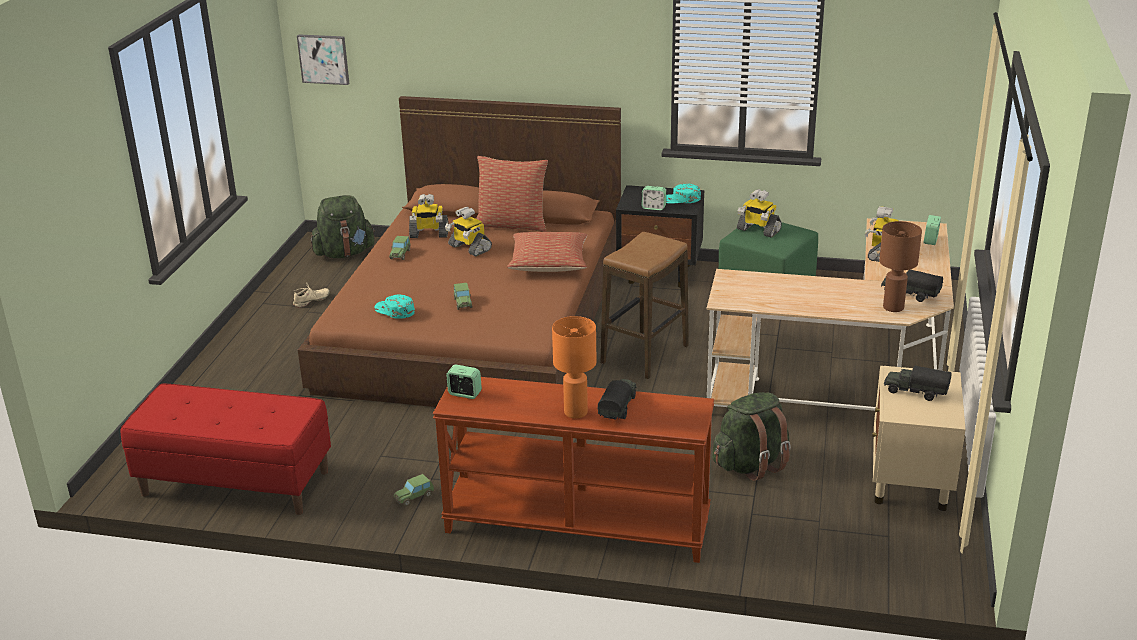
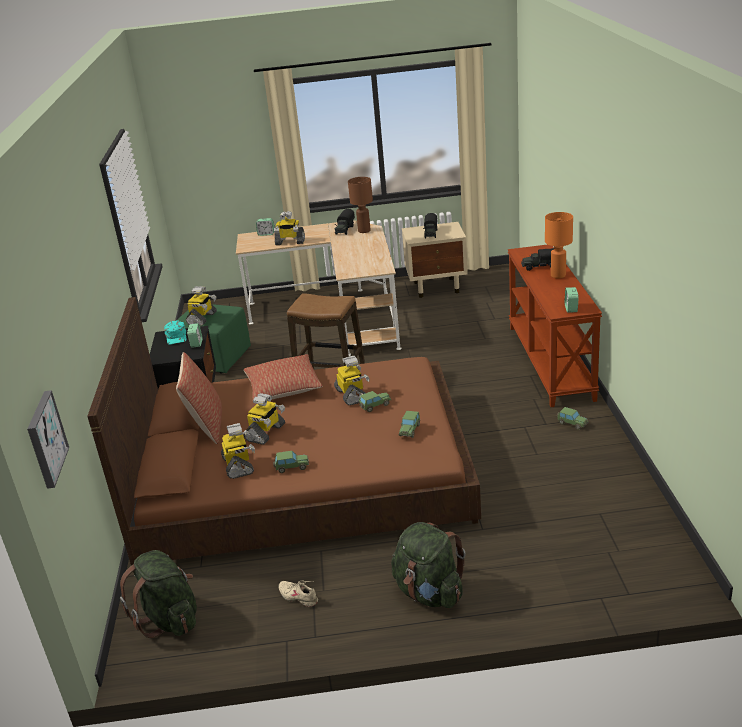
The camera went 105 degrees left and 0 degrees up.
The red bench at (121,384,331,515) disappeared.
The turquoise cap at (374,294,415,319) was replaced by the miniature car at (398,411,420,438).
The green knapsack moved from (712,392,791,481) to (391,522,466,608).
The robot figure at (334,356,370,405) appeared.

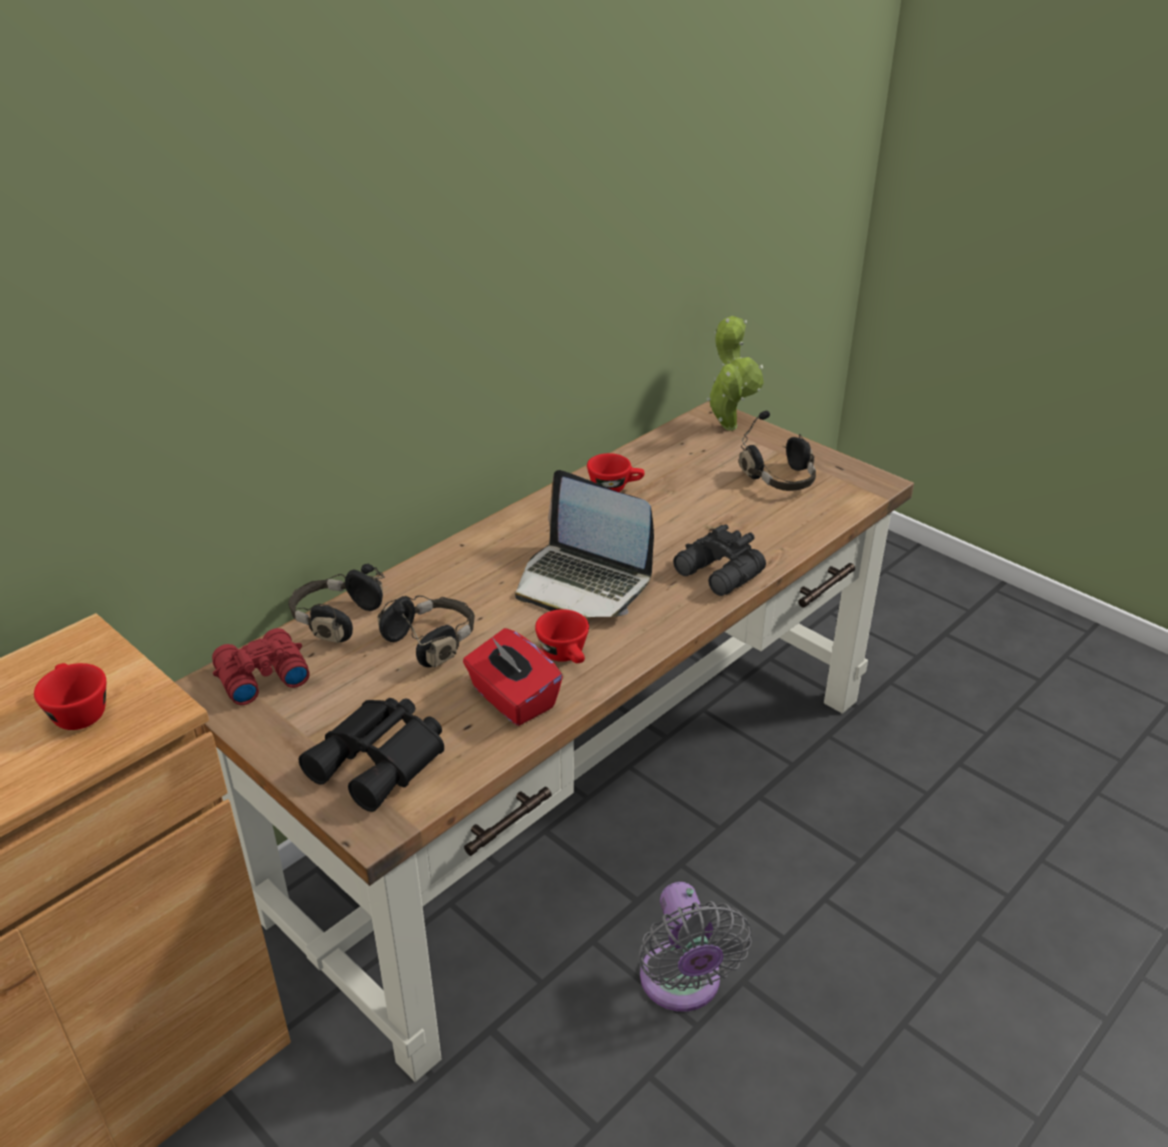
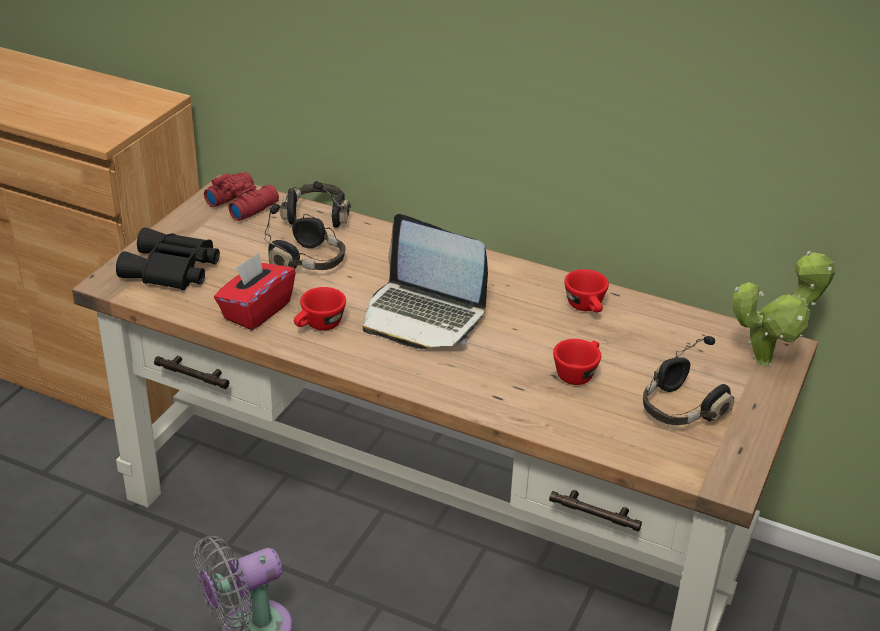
The camera went 70 degrees right and 0 degrees up.
The red cup moved from (34,663,106,730) to (553,339,601,385).
The notebook computer at (515,470,654,618) turned 75 degrees counterclockwise.
The black binoculars at (673,524,766,596) disappeared.

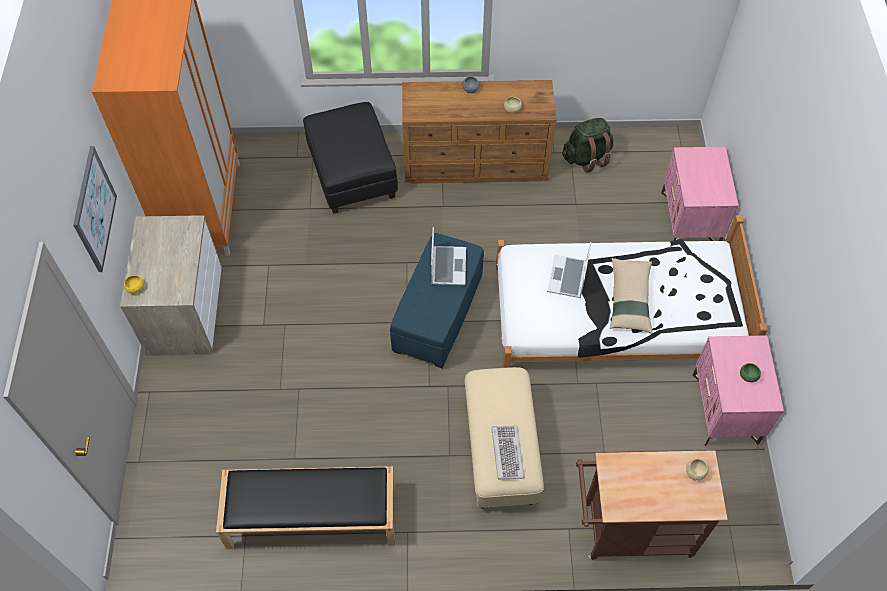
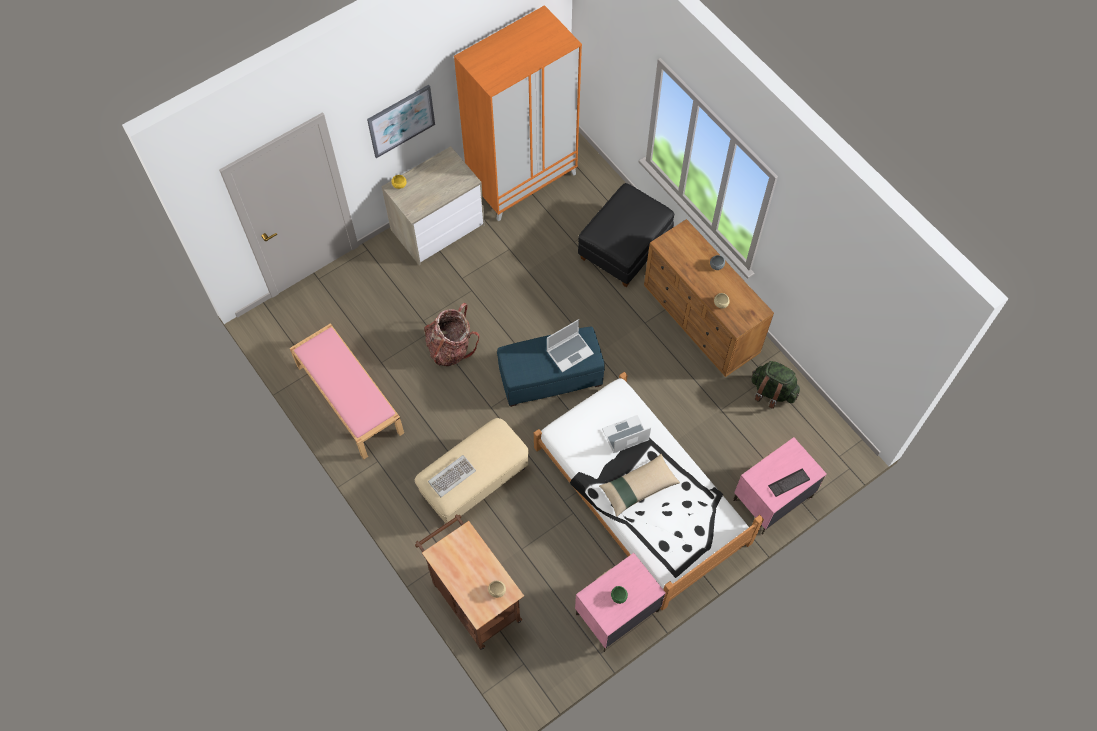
The camera went 55 degrees right and 5 degrees up.
The black bench at (216,466,395,549) became the pink-coloured bench at (290,323,404,459).
The knapsack at (424,303,480,366) appeared.
The computer keyboard at (768,469,810,497) appeared.

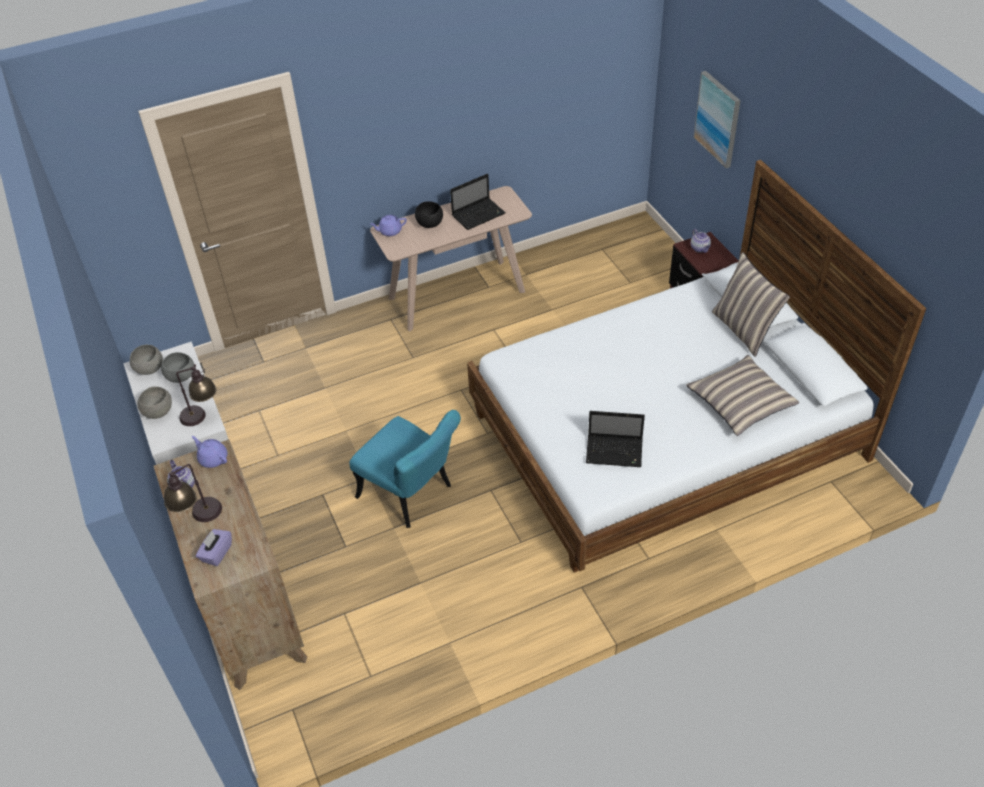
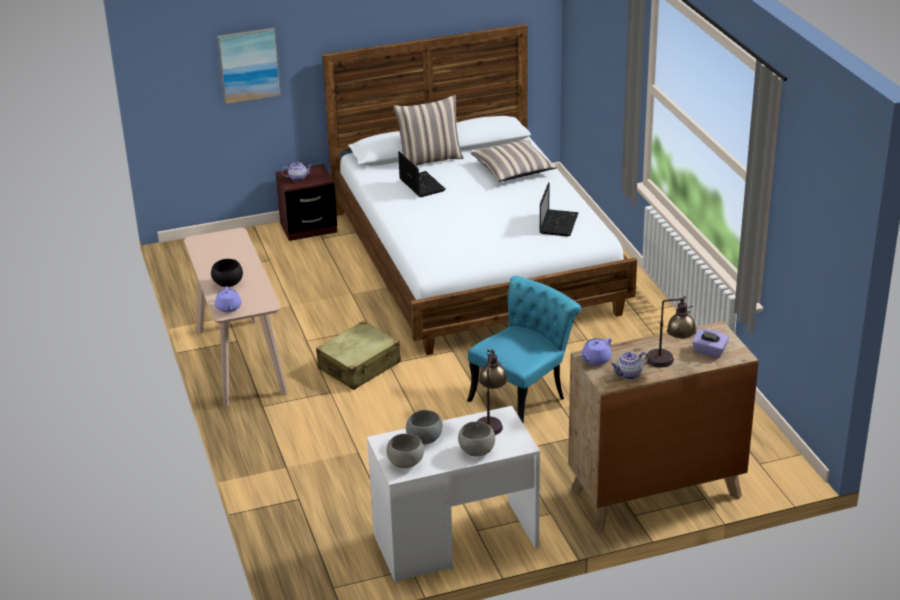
The camera went 85 degrees left and 15 degrees down.
The notebook computer moved from (450,174,506,230) to (398,151,445,197).
The sand-coloured suitcase at (316,321,401,390) appeared.

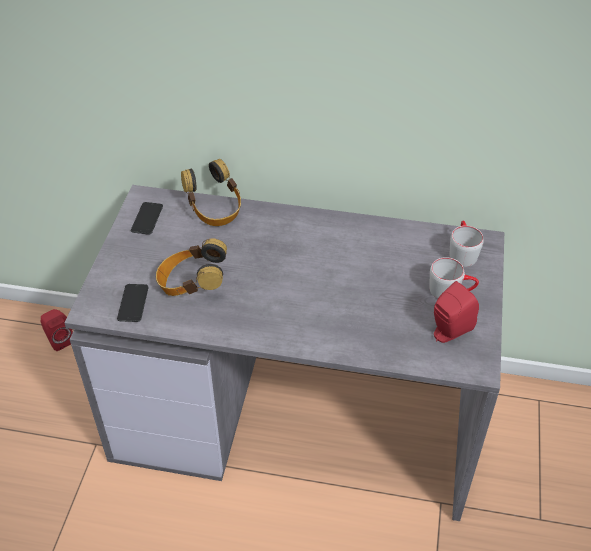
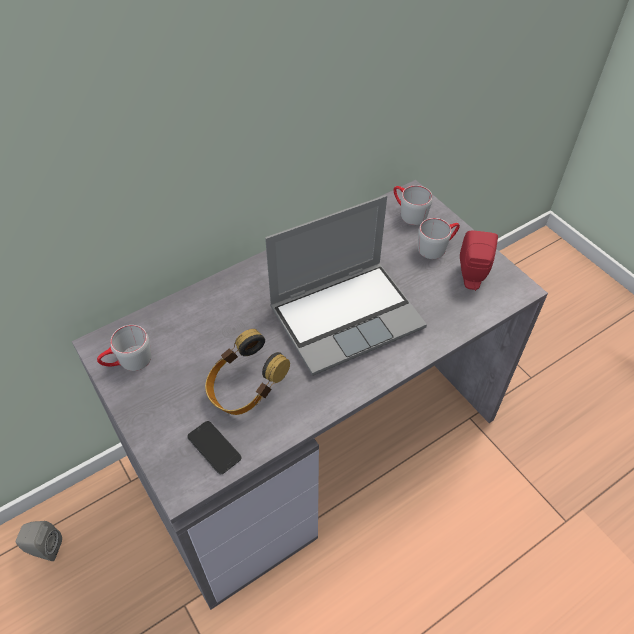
The camera went 45 degrees left and 5 degrees up.
The red loudspeaker at (41,309,73,351) became the gray loudspeaker at (16,521,62,561).
The phone at (131,202,163,235) was replaced by the gray mug at (97,325,151,371).
The headset at (181,159,241,226) disappeared.
The notebook computer at (265,195,427,376) appeared.

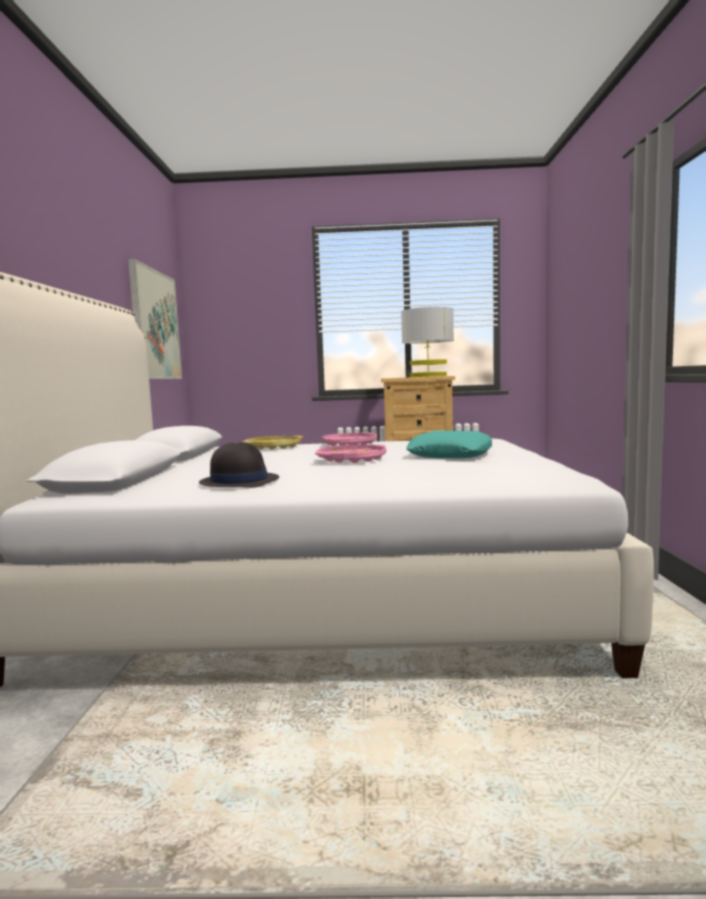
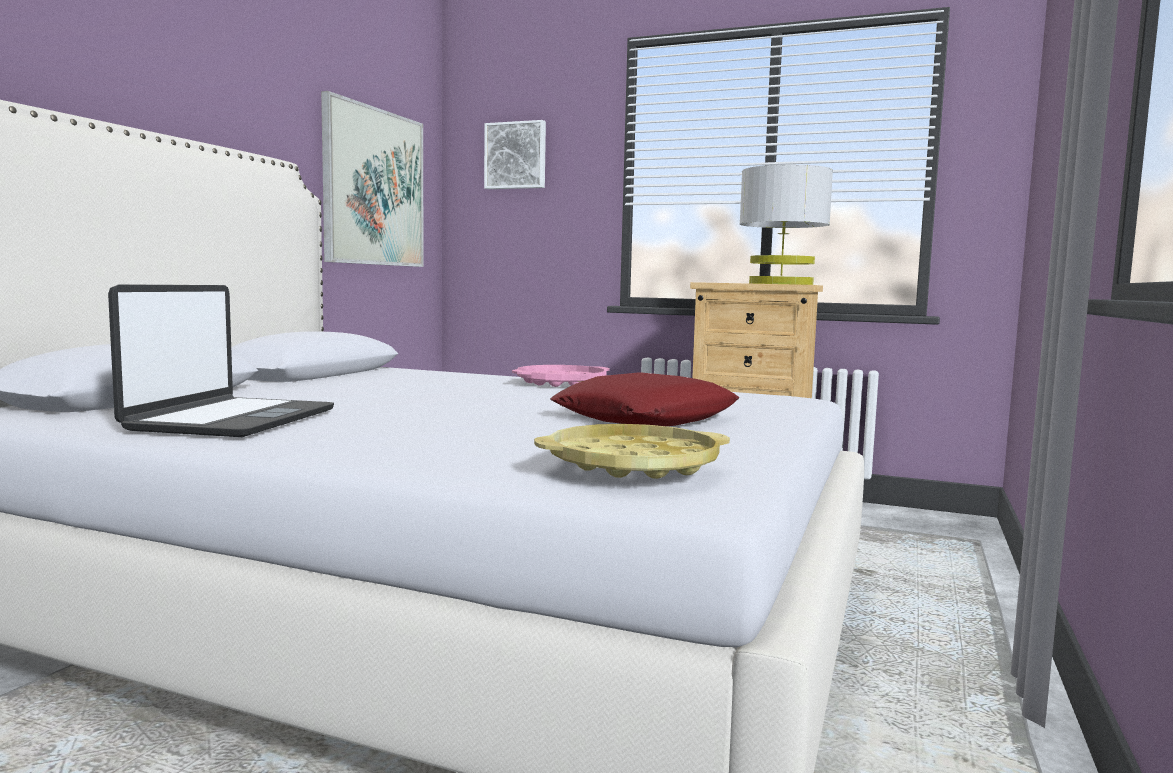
The camera went 20 degrees right and 0 degrees up.
The black wearable hat at (199,442,279,488) was replaced by the notebook computer at (108,284,334,437).
The yellow-coloured carrying tray moved from (242,436,303,450) to (534,424,730,479).
The pink-coloured carrying tray at (315,444,386,463) disappeared.
The turquoise throw pillow at (406,431,492,458) became the red throw pillow at (550,372,739,426).
The wall picture at (484,120,546,189) appeared.

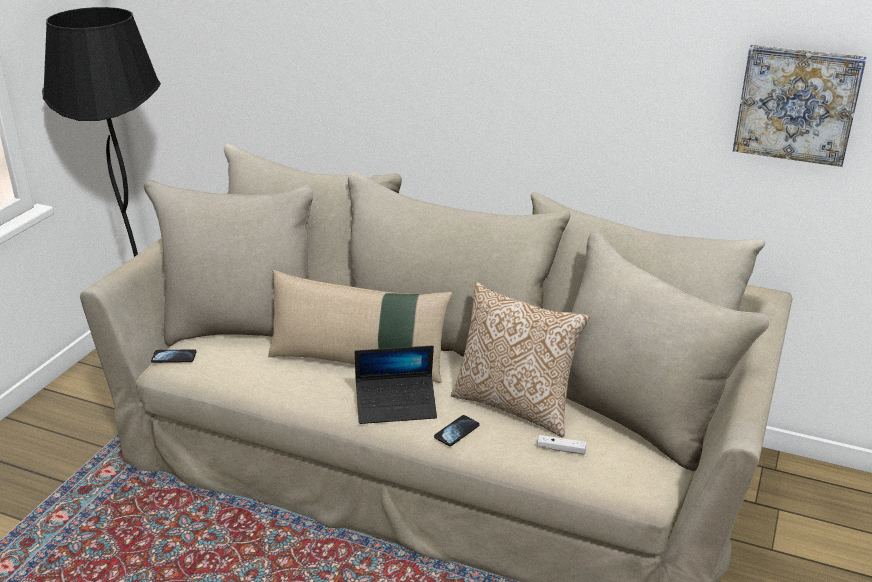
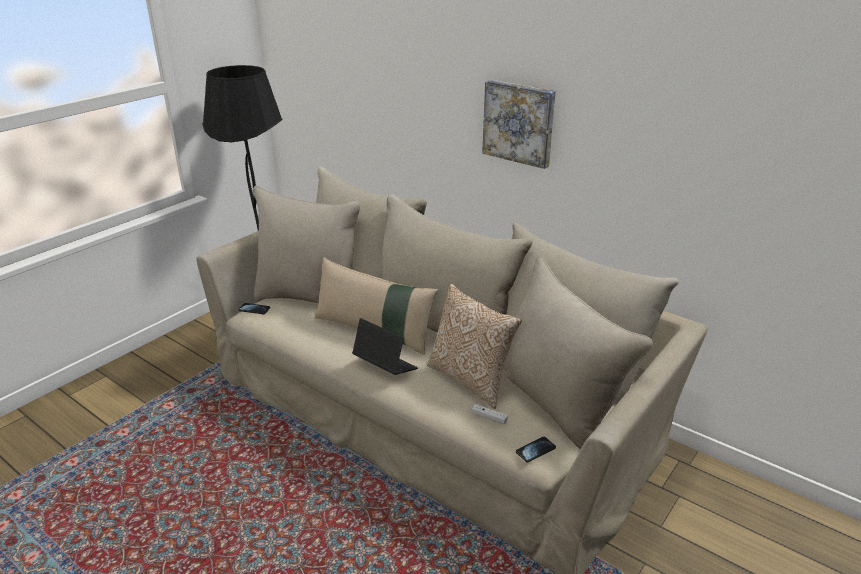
The camera went 15 degrees right and 0 degrees up.
The notebook computer at (355,345,437,424) turned 150 degrees counterclockwise.
The phone moved from (434,415,480,446) to (516,437,556,462).
The wall picture moved from (733,45,866,167) to (482,79,556,169).

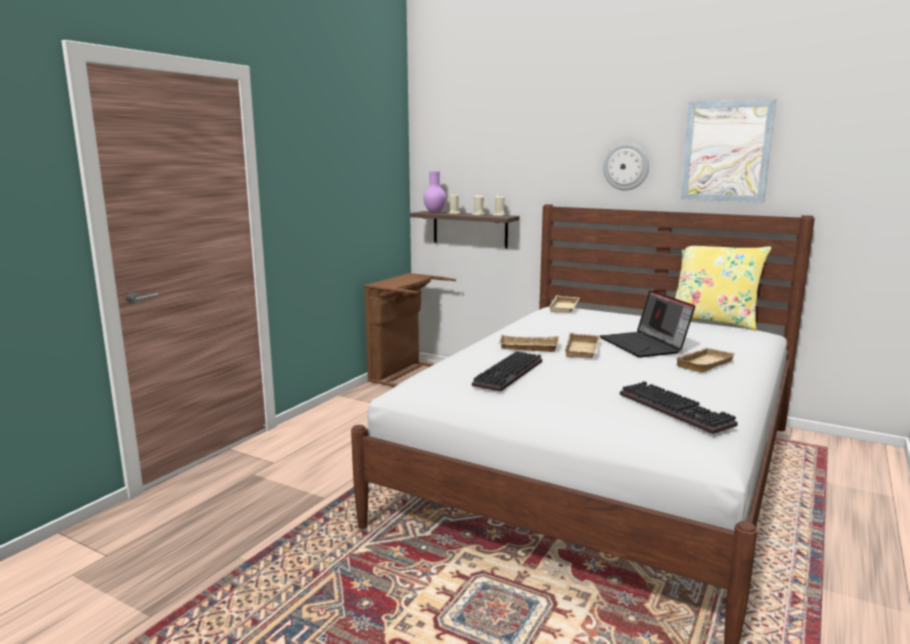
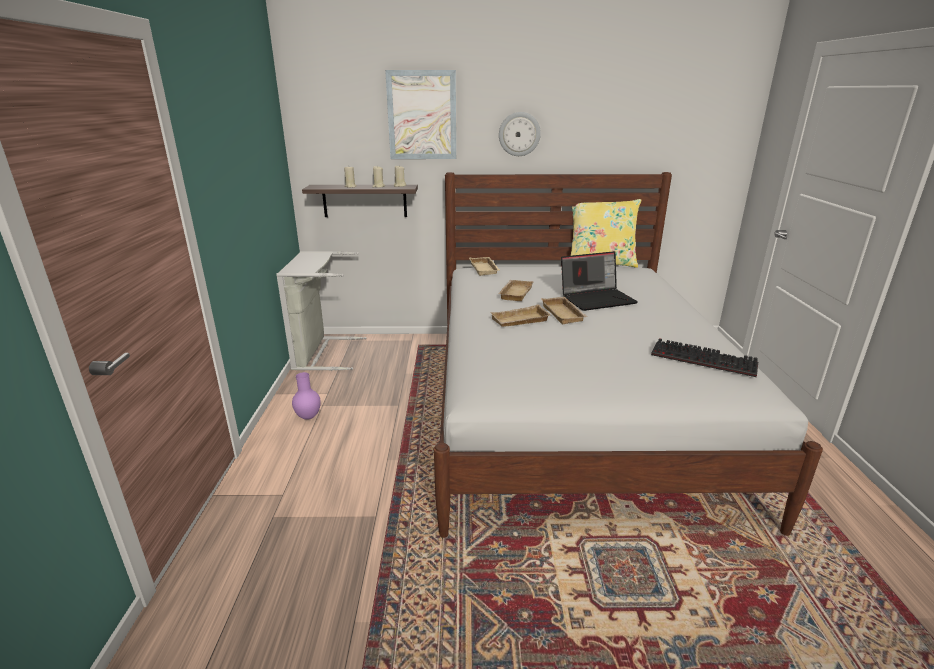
The camera went 30 degrees left and 10 degrees up.
The brownish hamper at (364,273,456,387) became the gray hamper at (276,251,366,371).
The purple-coloured flower vase moved from (423,172,446,213) to (292,372,321,420).
The computer keyboard at (472,351,542,392) disappeared.
The notebook computer at (600,290,695,357) turned 60 degrees counterclockwise.
The sand-coloured carrying tray moved from (675,348,736,372) to (498,280,533,301).
The wall picture moved from (680,99,776,202) to (385,70,456,159).

